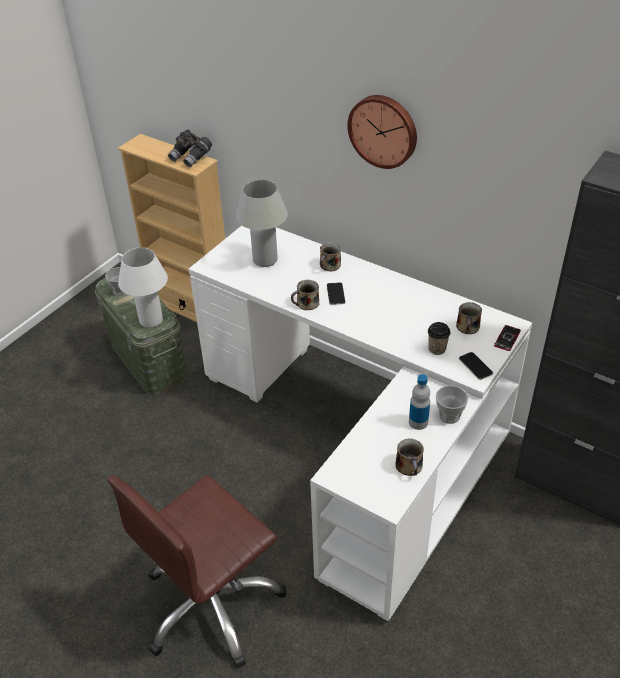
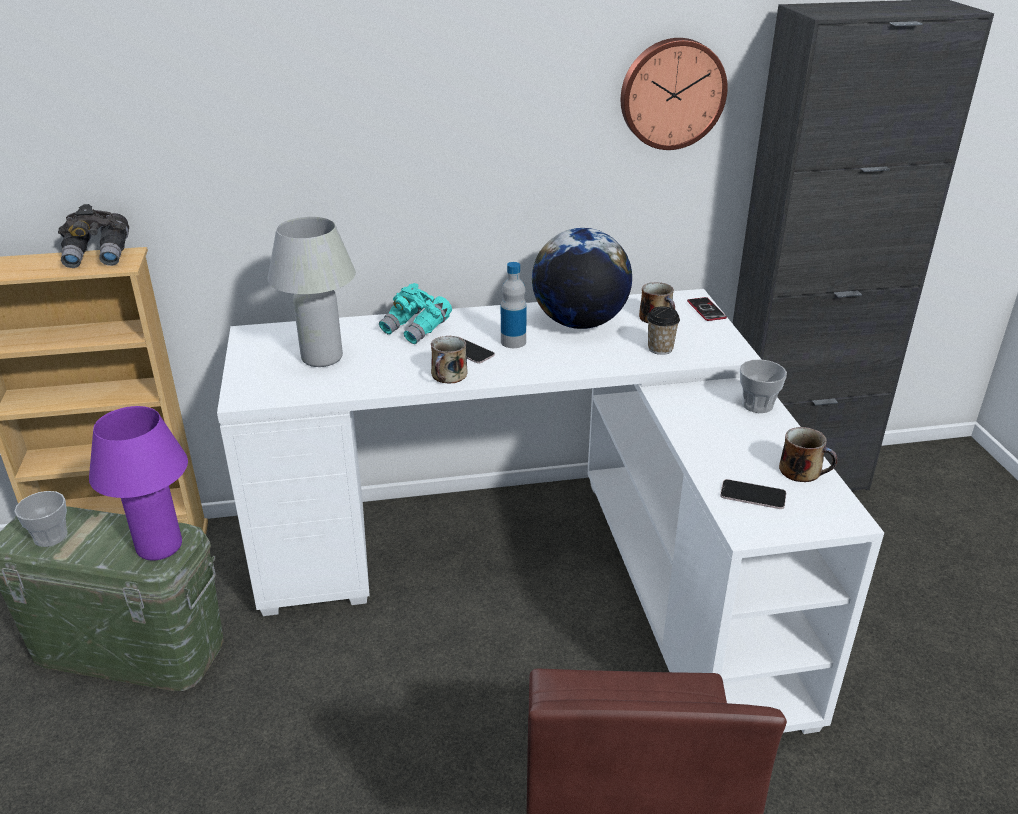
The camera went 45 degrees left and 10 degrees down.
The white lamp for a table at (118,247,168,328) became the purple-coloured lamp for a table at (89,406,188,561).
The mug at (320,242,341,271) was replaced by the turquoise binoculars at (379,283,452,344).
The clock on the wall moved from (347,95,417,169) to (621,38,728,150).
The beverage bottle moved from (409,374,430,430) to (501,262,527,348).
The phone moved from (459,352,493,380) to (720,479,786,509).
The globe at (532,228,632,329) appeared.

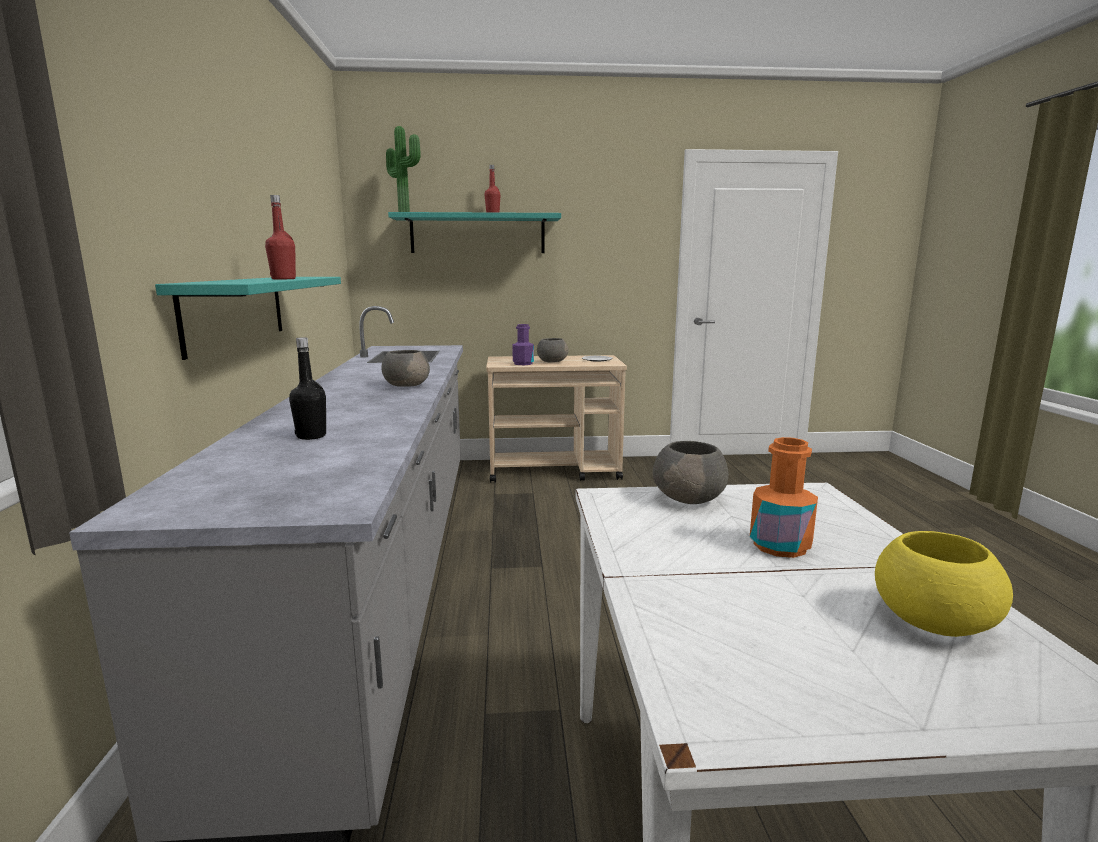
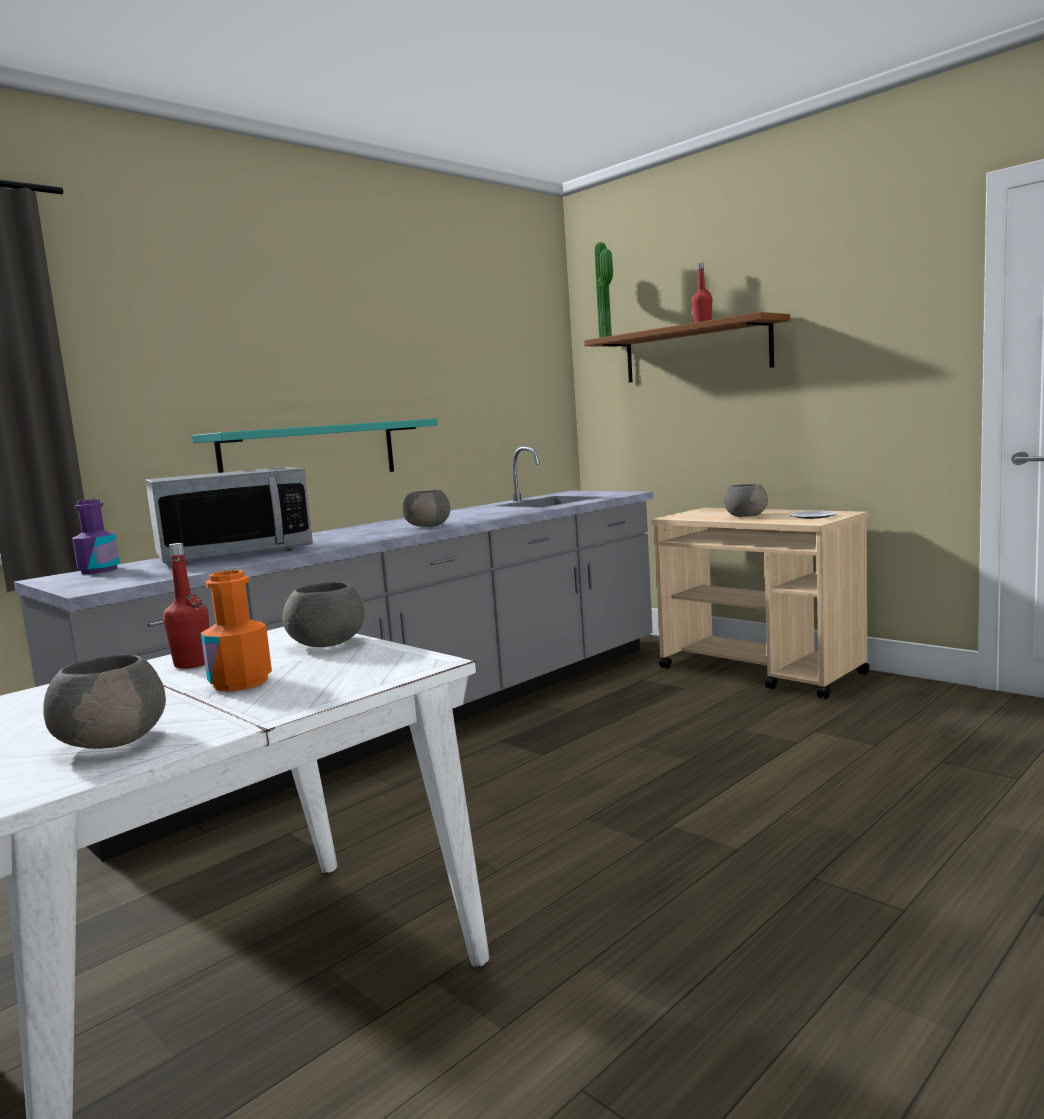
The camera went 50 degrees right and 5 degrees down.
The red beverage bottle moved from (265,195,296,279) to (163,543,209,669).
The black beverage bottle at (289,337,326,440) was replaced by the kitchen microwave at (145,467,313,564).
The turquoise shelf at (388,212,561,253) became the brownish shelf at (584,312,790,383).
The purple-coloured beverage bottle moved from (512,324,534,365) to (72,499,120,574).
The yellow-coloured bowl at (875,531,1013,637) became the gray bowl at (43,655,166,749).

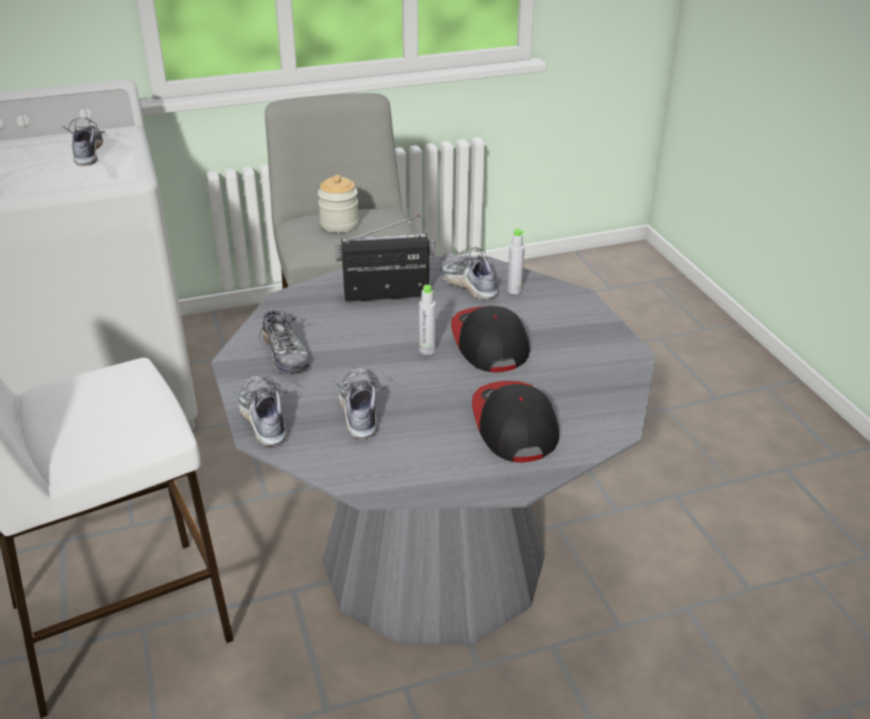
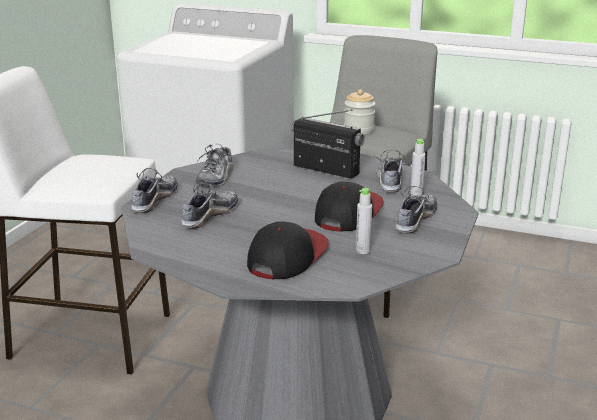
The camera went 40 degrees right and 10 degrees down.
The item of footwear moved from (63,117,105,166) to (395,186,437,234).
The gray beverage bottle moved from (419,285,436,355) to (356,188,372,254).

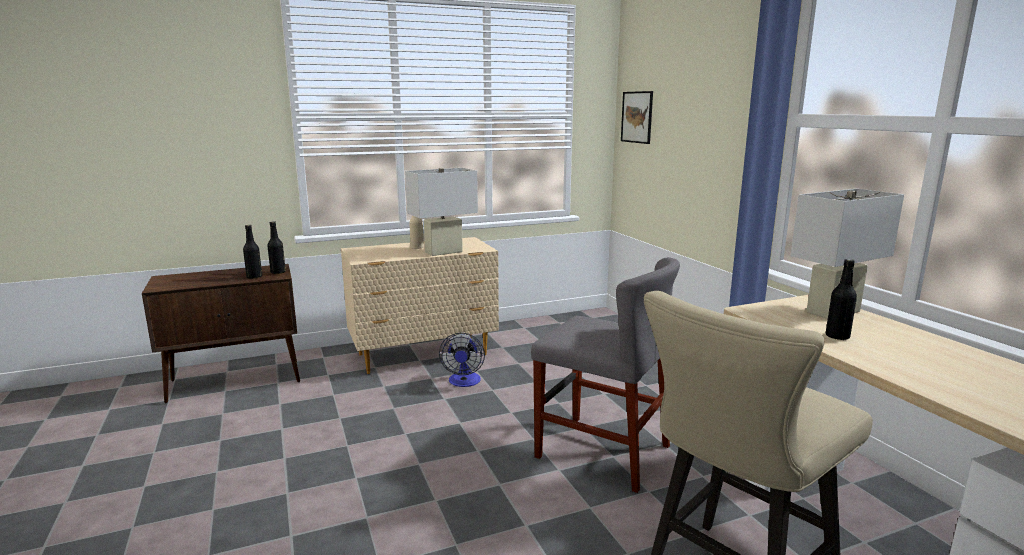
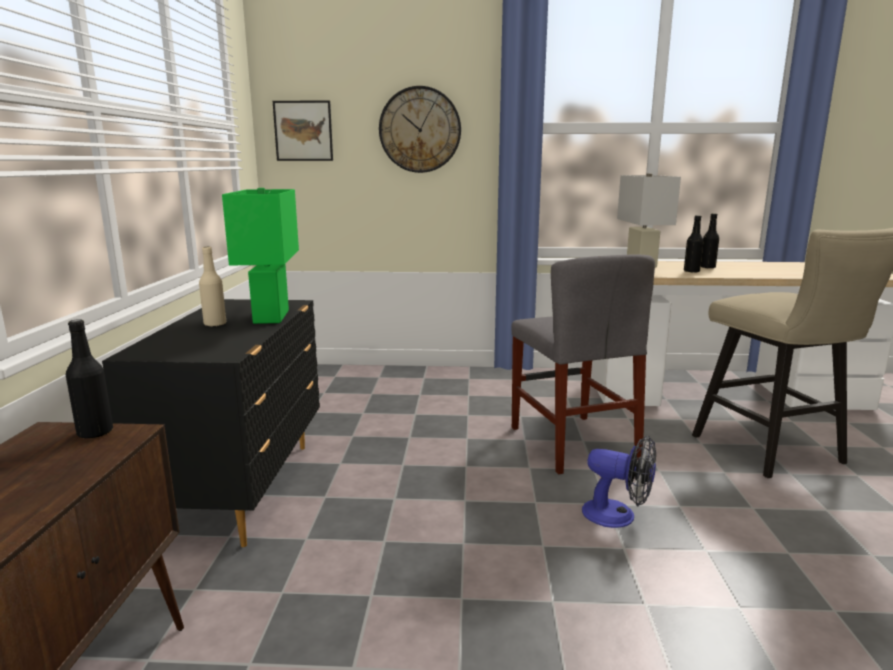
The camera went 65 degrees left and 0 degrees up.
The black beverage bottle moved from (243,225,262,279) to (701,213,719,268).
The sand-coloured chest of drawers at (341,237,499,374) became the black chest of drawers at (102,299,320,547).
The white lamp for a table at (405,168,478,256) became the green lamp for a table at (222,188,299,324).
The fan moved from (439,333,485,387) to (582,436,656,528).
The gray upright chair at (531,257,680,493) turned 105 degrees clockwise.
The clock on the wall at (379,86,461,173) appeared.

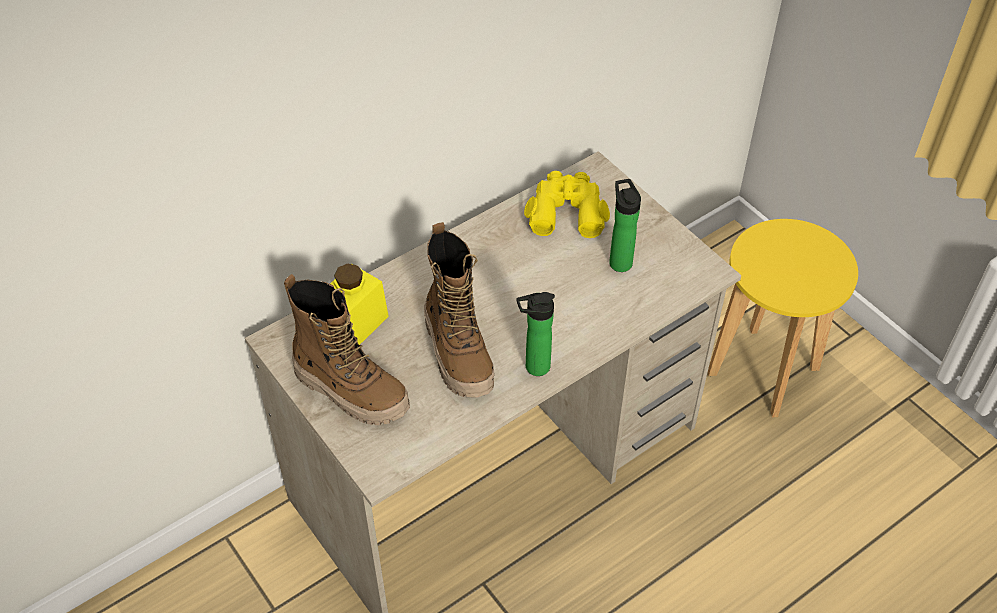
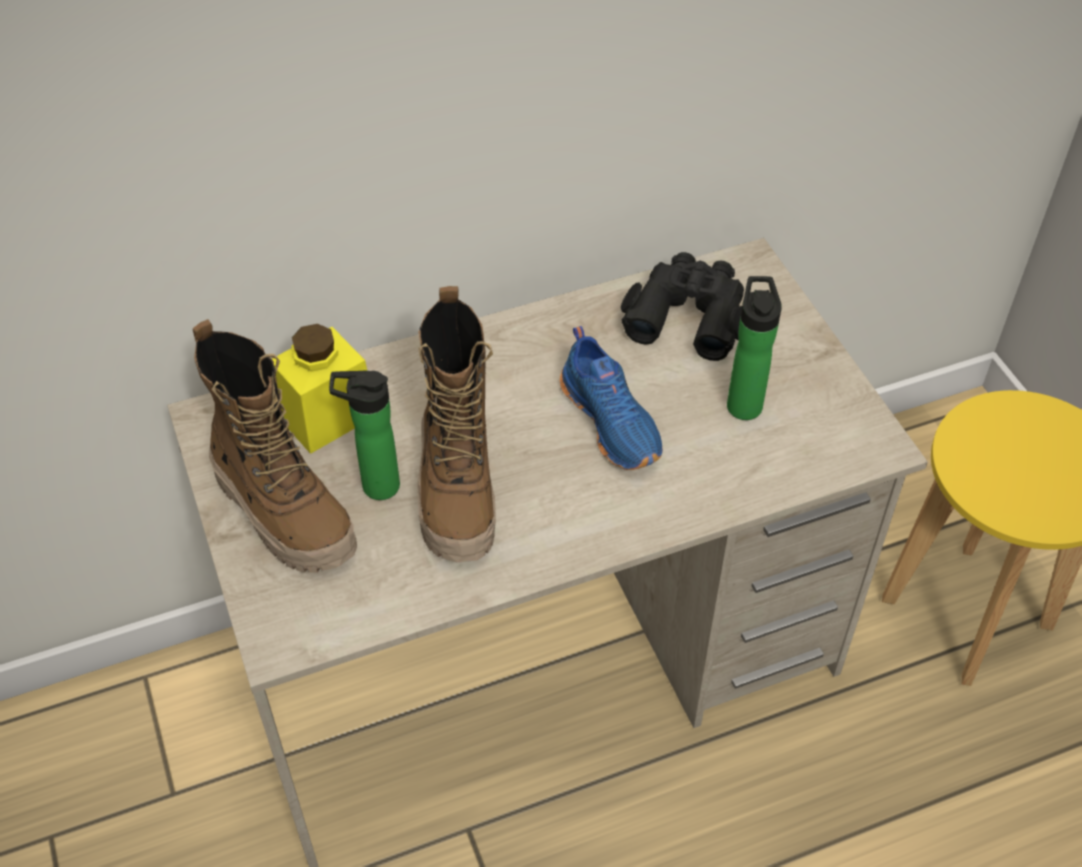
The camera went 15 degrees right and 0 degrees up.
The beverage bottle moved from (516,292,555,376) to (329,371,400,500).
The yellow-coloured binoculars at (524,171,610,238) became the black binoculars at (621,252,744,361).
The bluish item of footwear at (560,326,663,470) appeared.

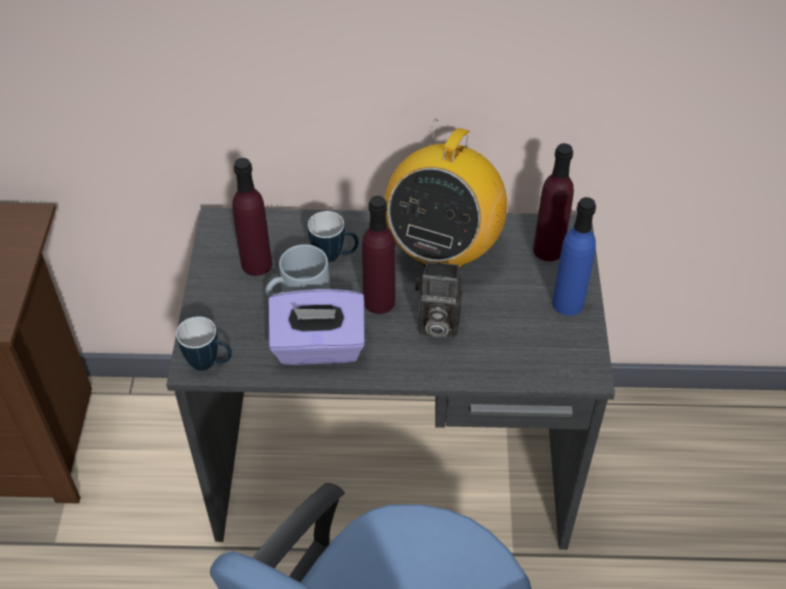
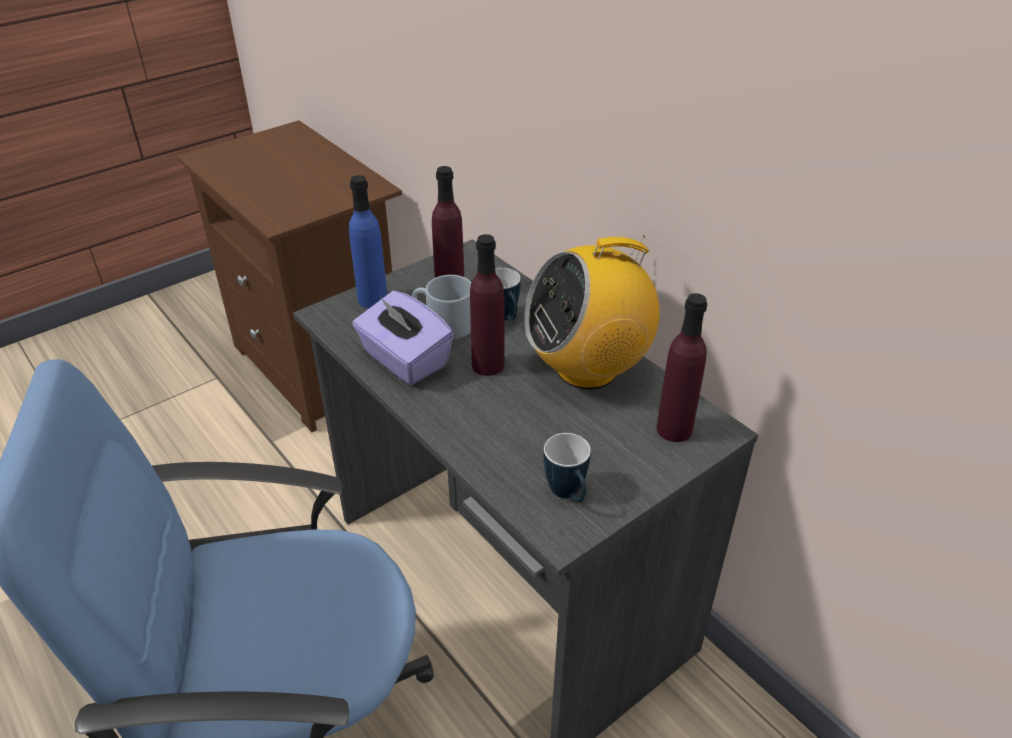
The camera went 50 degrees right and 10 degrees down.
The mug moved from (176,316,232,371) to (544,433,591,502).
The photo camera at (415,261,463,338) disappeared.
The bluish beverage bottle moved from (552,197,596,316) to (349,175,387,308).

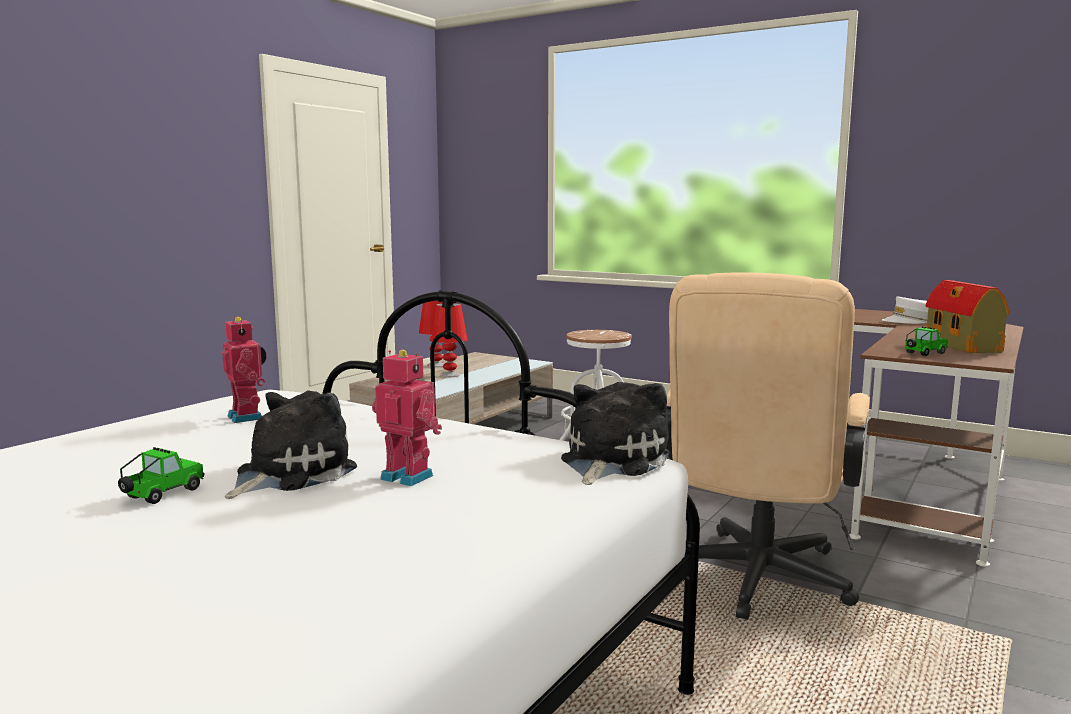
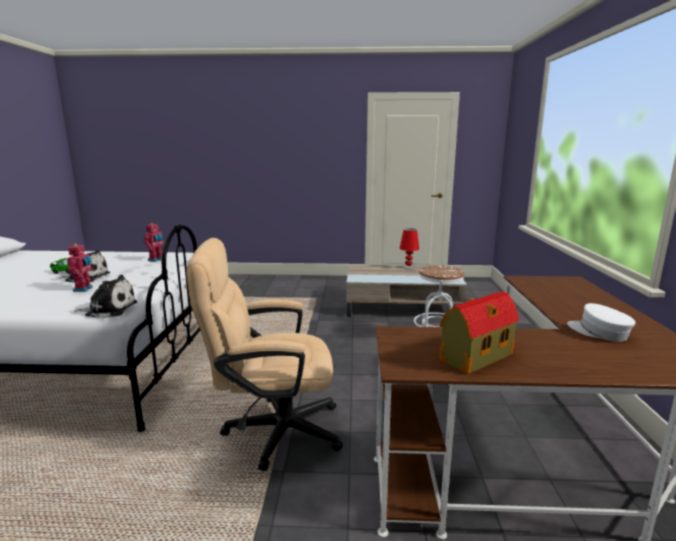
The camera went 60 degrees right and 5 degrees up.
The red lamp for a table at (431,303,468,377) disappeared.
The miniature car at (904,326,948,356) disappeared.

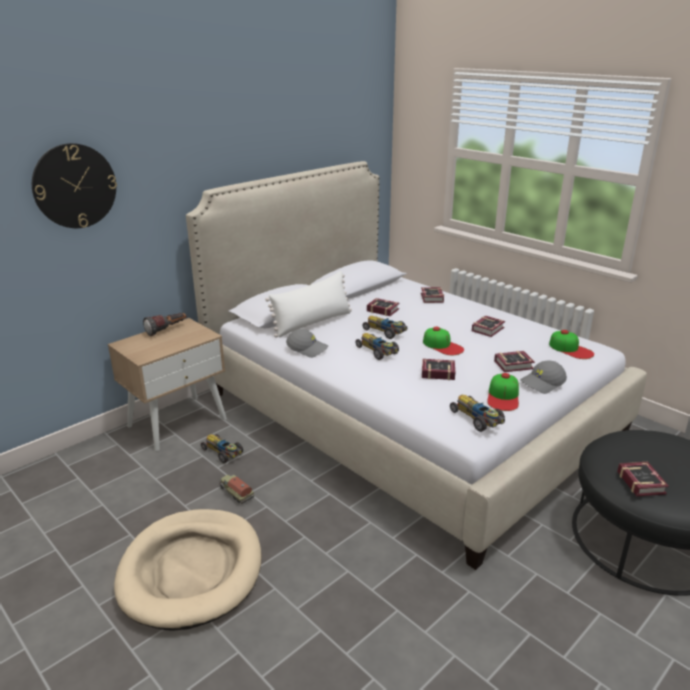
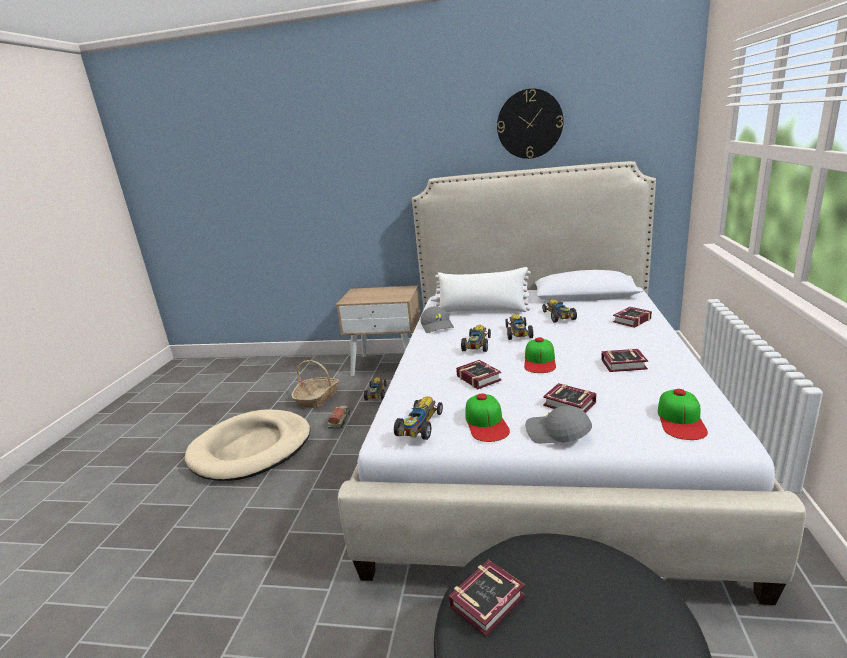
The camera went 55 degrees right and 5 degrees down.
The clock on the wall moved from (32,143,117,228) to (497,89,563,159).
The hand torch at (143,313,186,336) disappeared.
The book at (367,298,399,316) was replaced by the miniature car at (542,299,577,323).
The cap at (487,373,519,411) turned 75 degrees counterclockwise.
The storage basket at (291,360,339,408) appeared.

